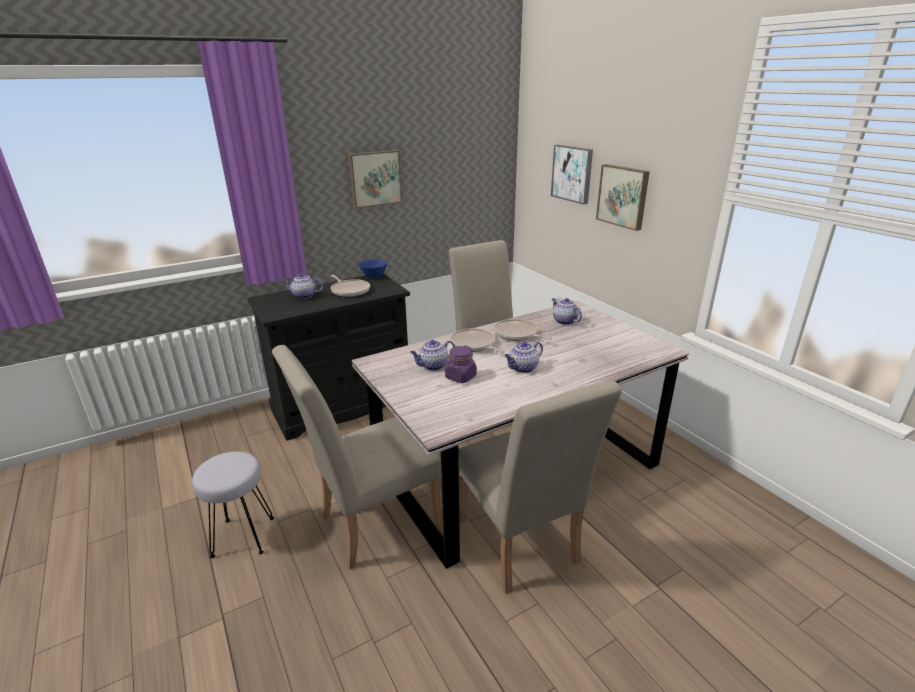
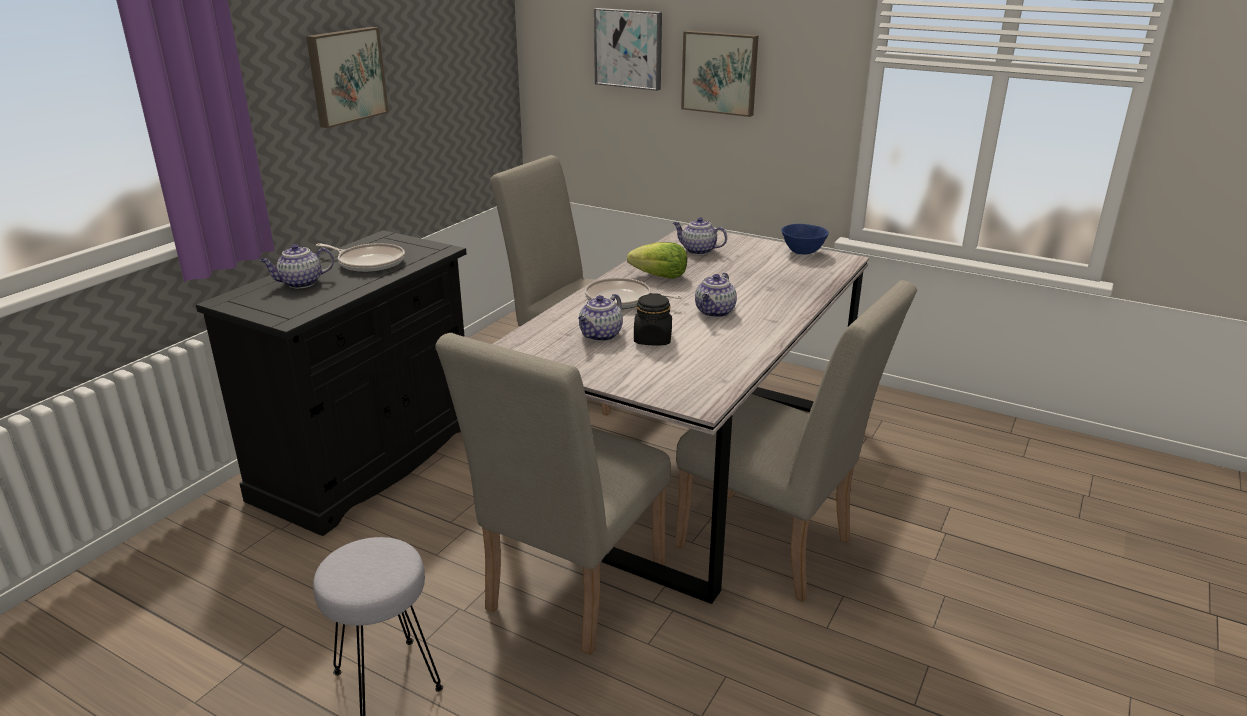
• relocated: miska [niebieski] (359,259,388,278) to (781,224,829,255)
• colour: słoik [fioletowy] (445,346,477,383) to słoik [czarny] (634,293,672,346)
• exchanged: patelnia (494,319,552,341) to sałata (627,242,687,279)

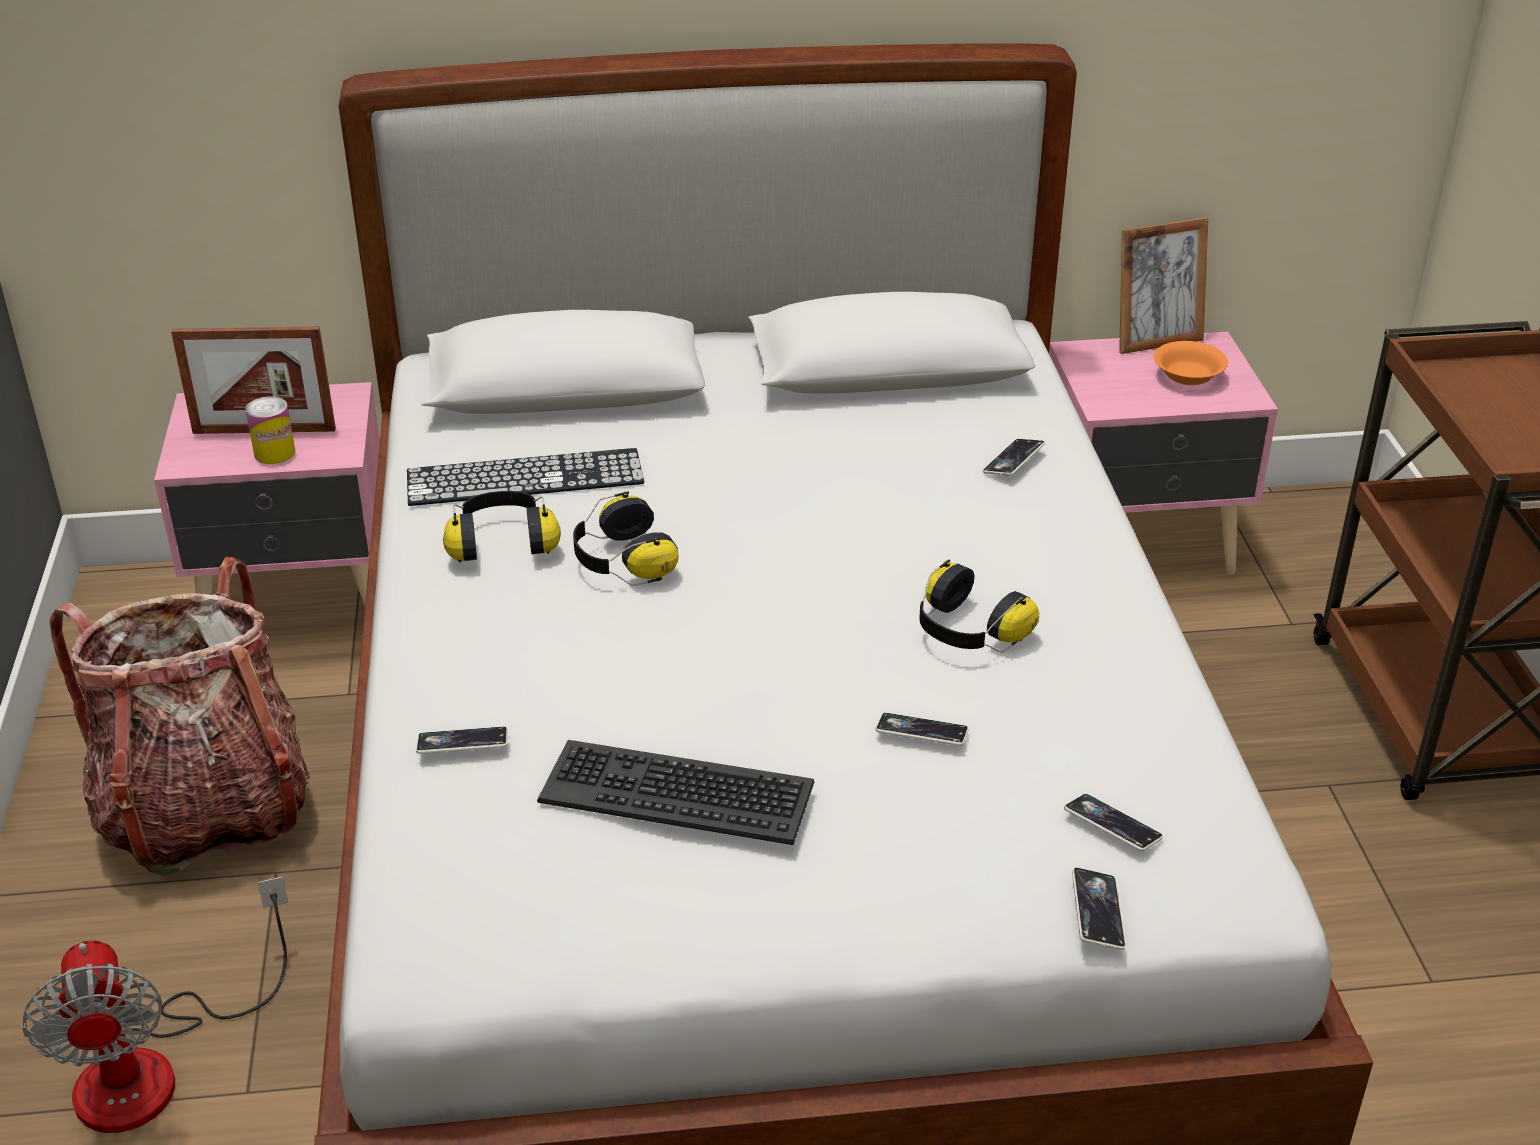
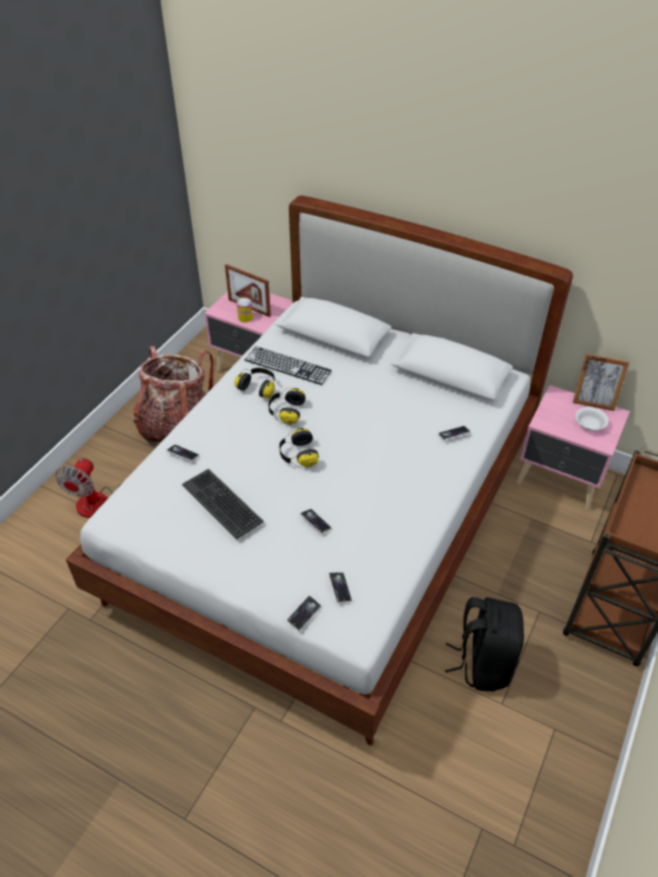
• relocated: słuchawki (919,560,1039,653) to (279,428,319,468)
• colour: miska [pomarańczowy] (1154,341,1228,385) to miska [biały] (575,407,609,431)
• appeared: plecak [czarny] (445,597,524,691)

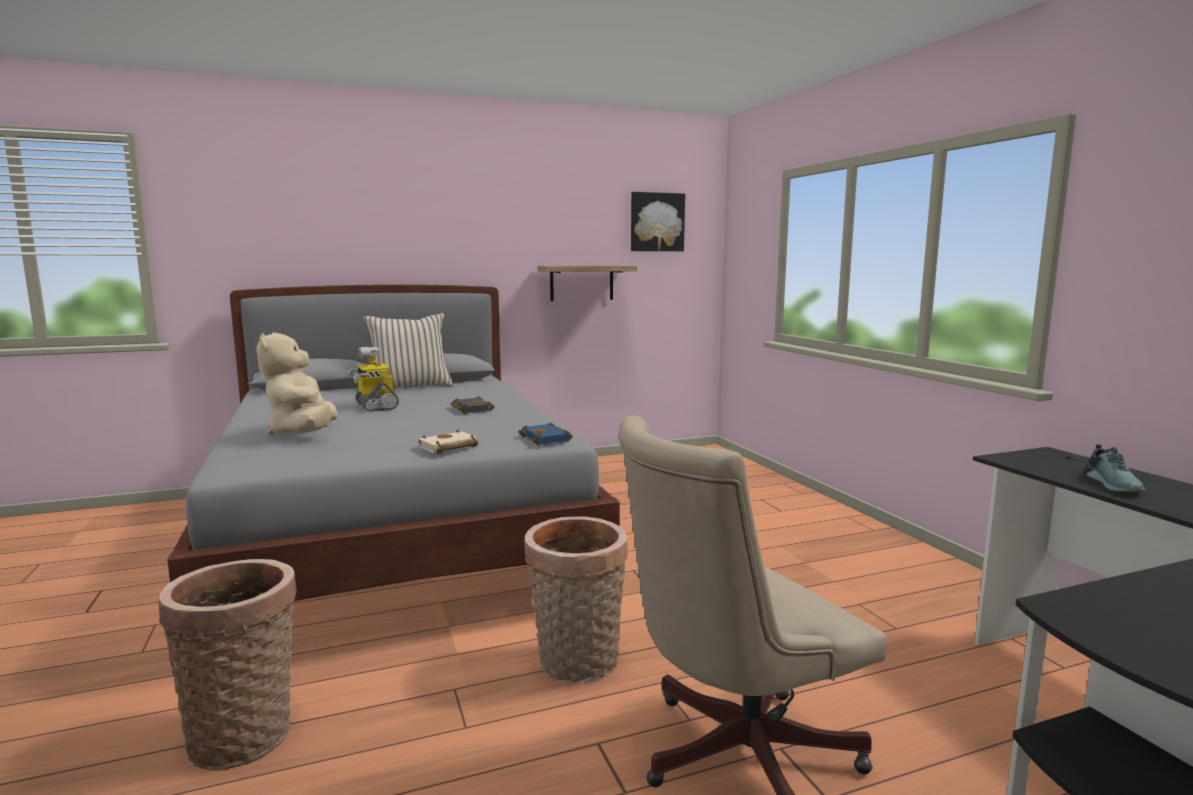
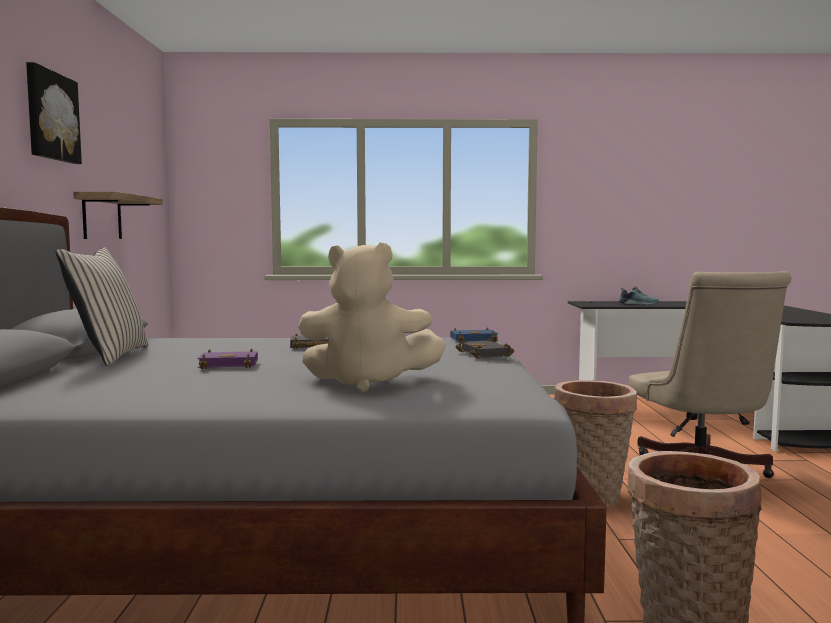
• exchanged: robot zabawkowy (347,347,399,412) to książka [fioletowy] (198,348,258,369)
• colour: książka [beżowy] (419,430,479,454) to książka [czarny] (456,338,514,359)
• relocated: obraz (631,192,685,251) to (26,62,82,164)

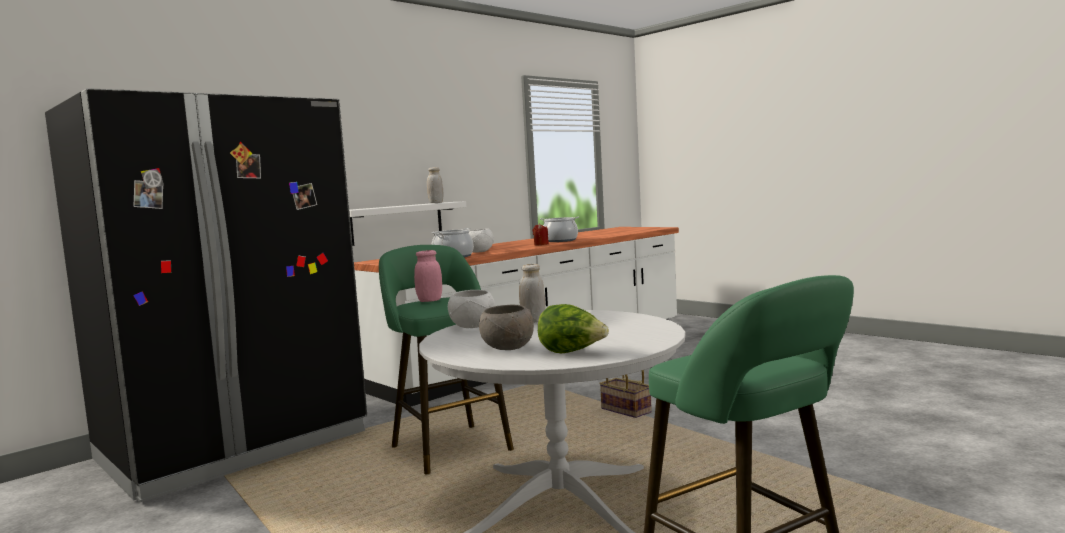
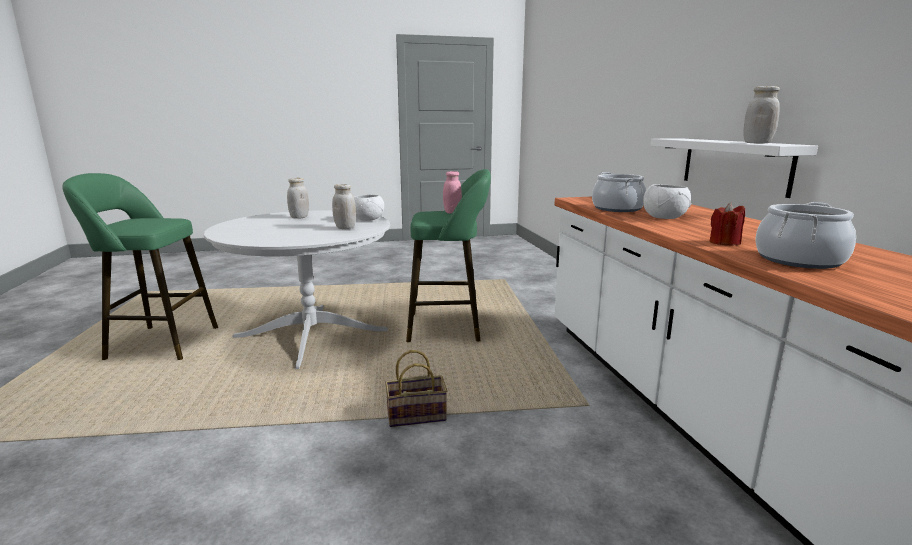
• missing: lodówka [czarny] (45,88,367,502)
• exchanged: miska [szary] (479,305,534,350) to słoik [biały] (287,178,309,219)
• missing: sałata (538,304,609,354)

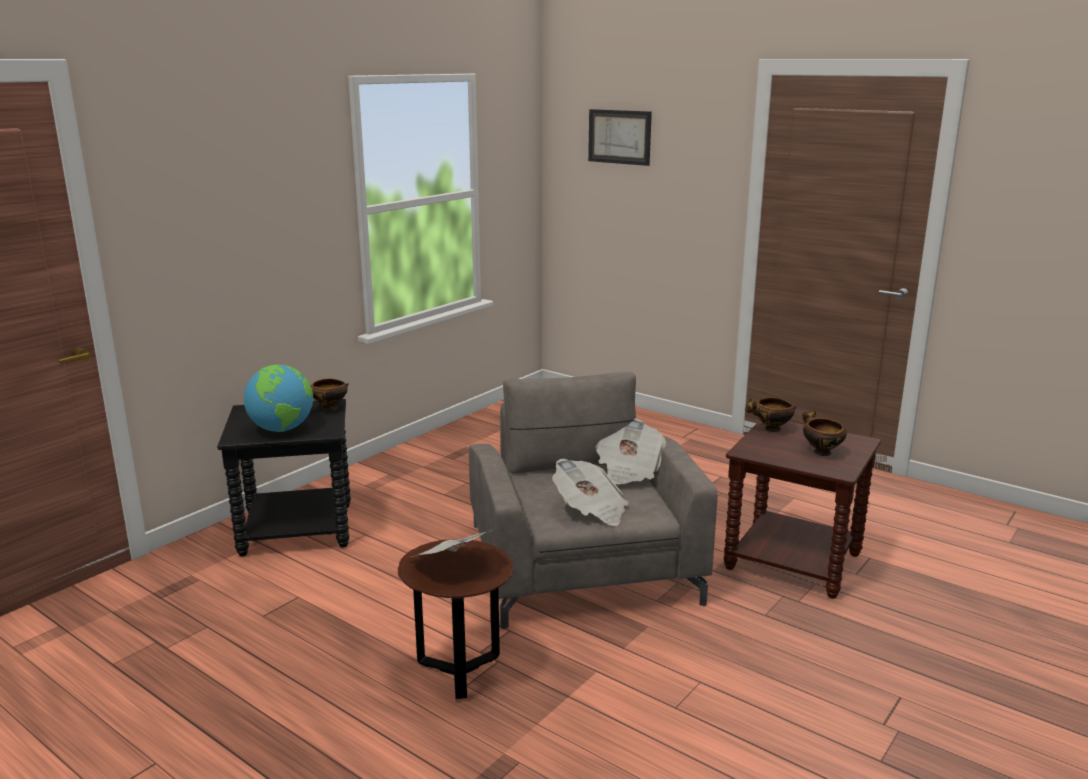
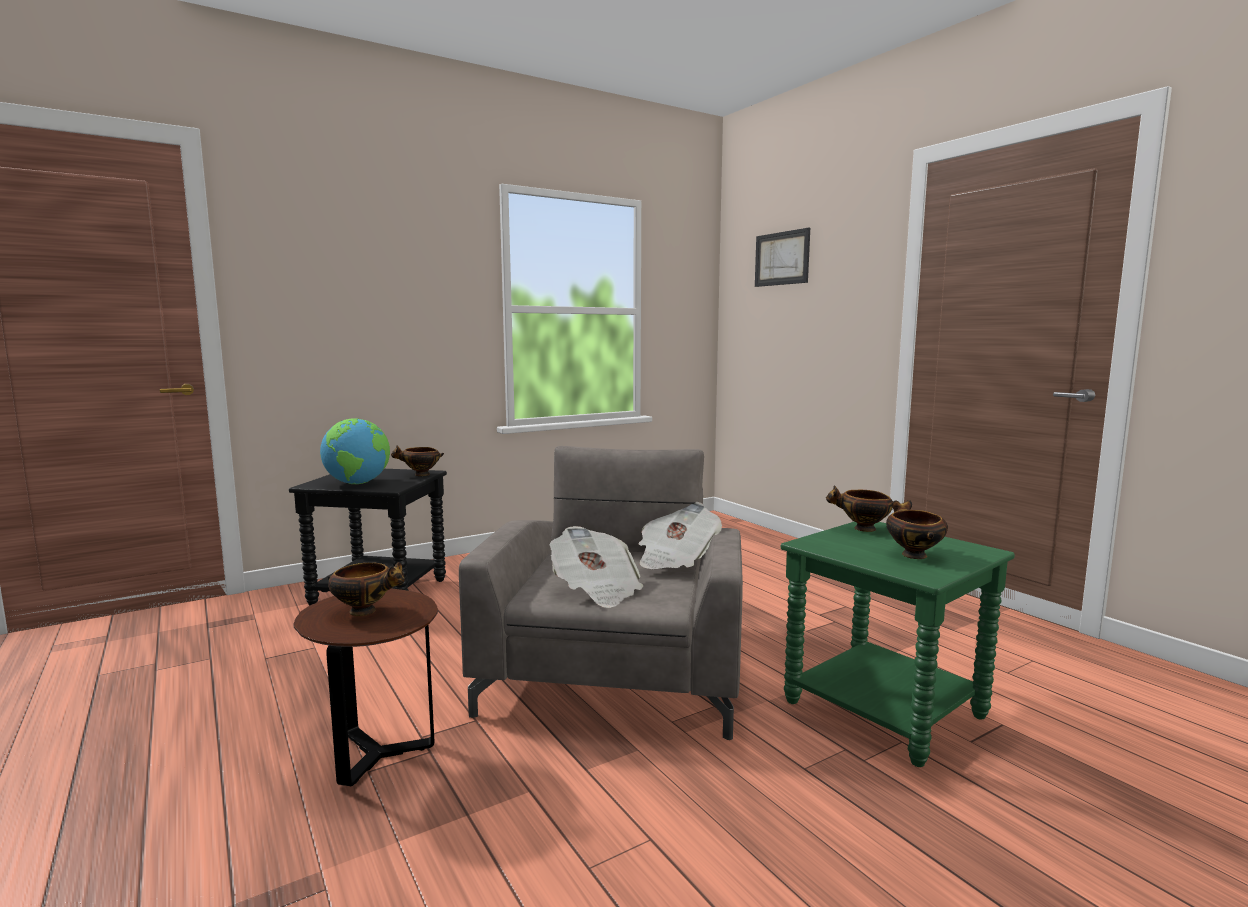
• exchanged: gazeta (411,530,493,557) to miska (327,562,405,616)
• colour: stolik [brązowy] (723,420,881,599) to stolik [zielony] (781,521,1015,767)

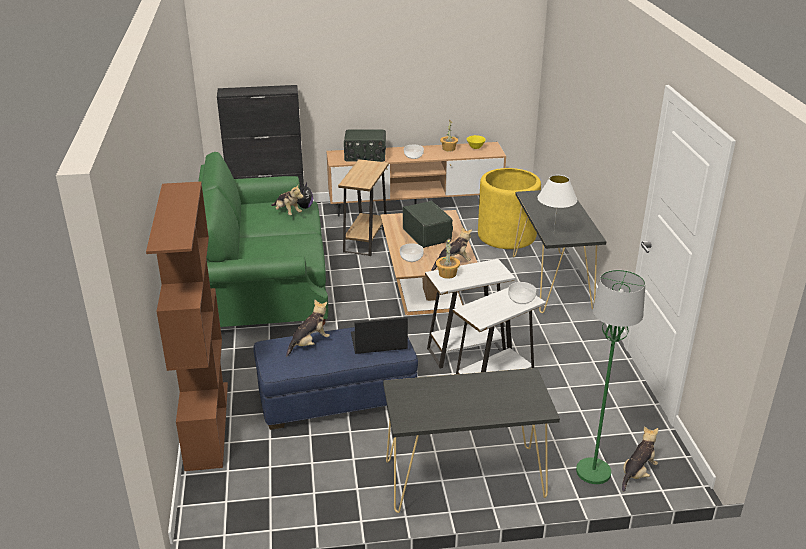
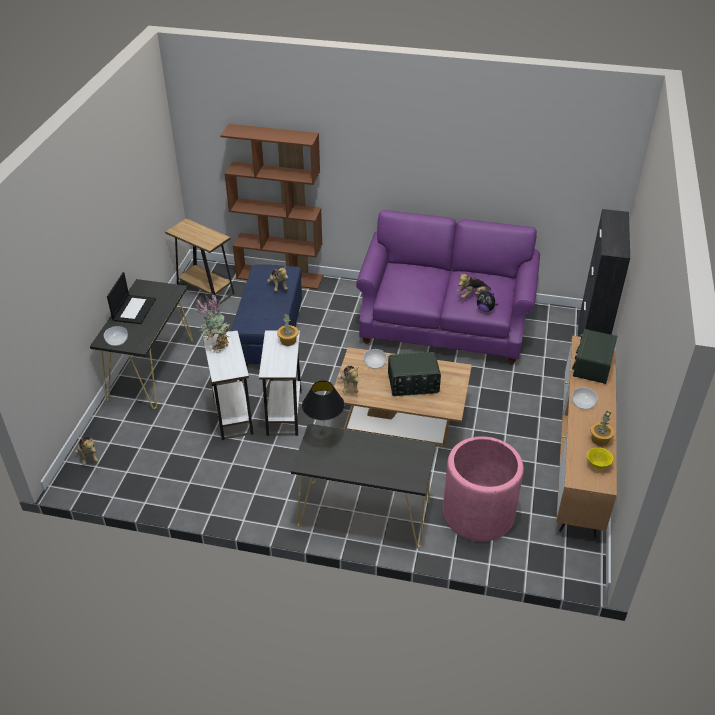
• colour: kanapa [zielony] (198,152,328,327) to kanapa [fioletowy] (356,210,540,364)
• relocated: stolik [brązowy] (338,159,389,256) to (165,218,235,305)
• relocated: laptop (351,317,408,354) to (107,272,156,324)
• colour: donica [żółty] (478,168,541,249) to donica [różowy] (443,436,524,541)
• relocated: miska (508,282,536,304) to (104,326,128,346)
• colour: lampa stołowa [biały] (537,175,577,235) to lampa stołowa [czarny] (302,381,345,436)
• missing: lampa stojąca [zielony] (576,270,645,484)
• appeared: roślina doniczkowa (195,293,230,353)

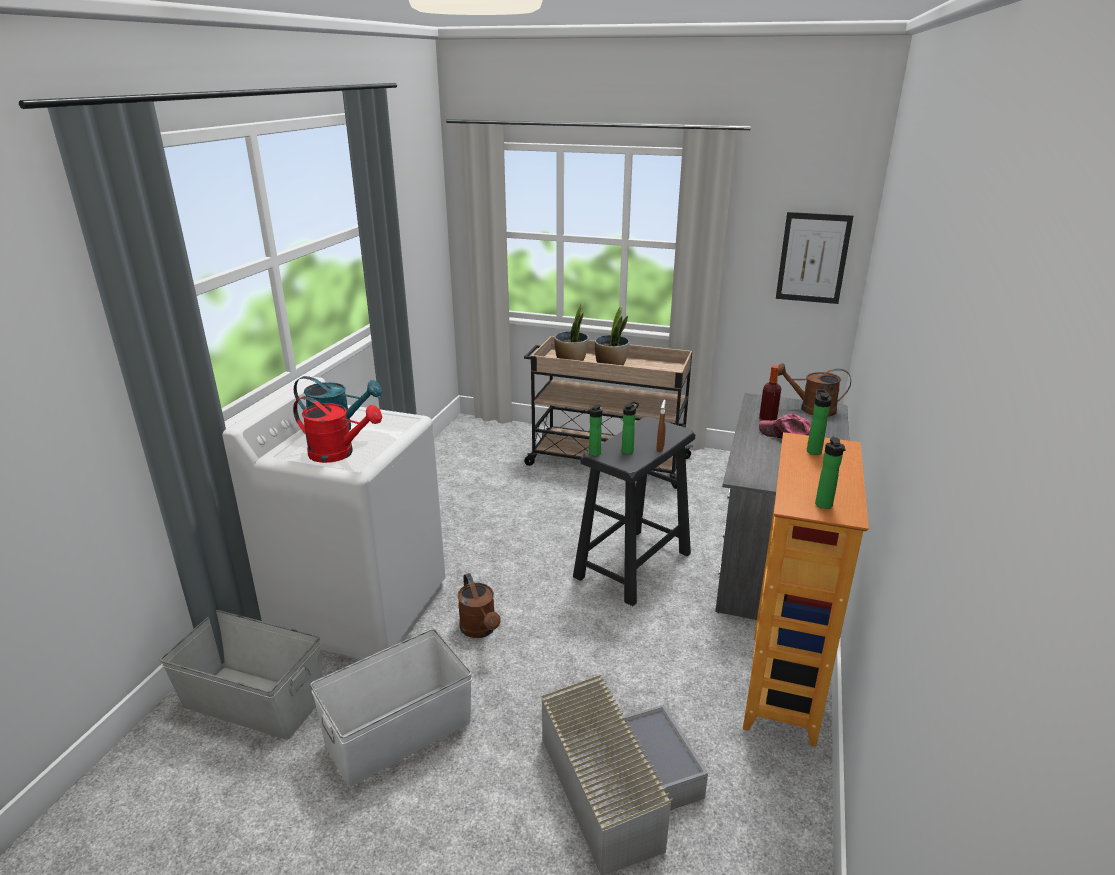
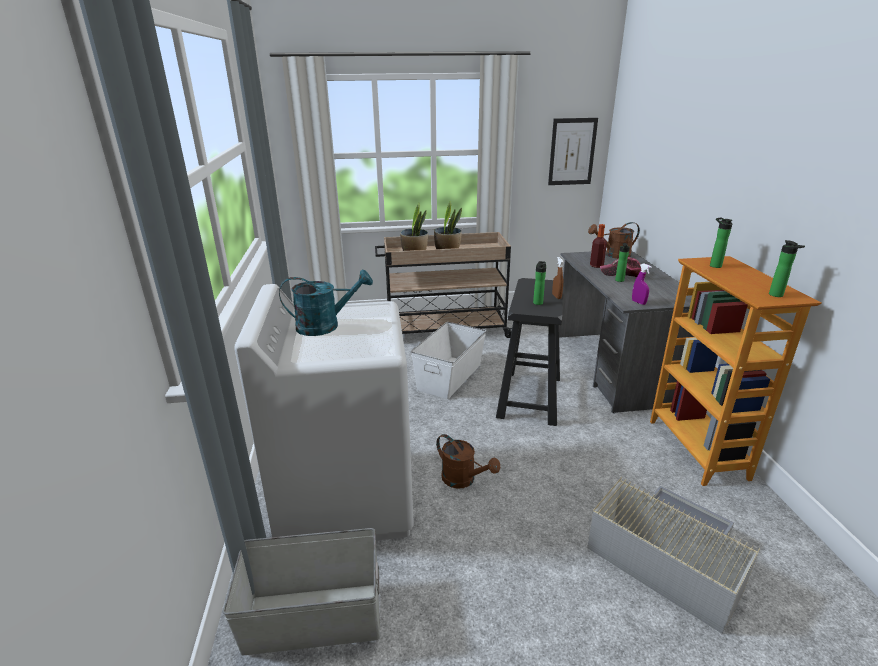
• missing: konewka [czerwony] (293,396,382,463)
• relocated: pojemnik do przechowywania [biały] (310,629,472,787) to (411,322,486,399)
• relocated: butelka (587,404,602,456) to (615,243,630,282)
• appeared: spryskiwacz [fioletowy] (632,263,652,305)

